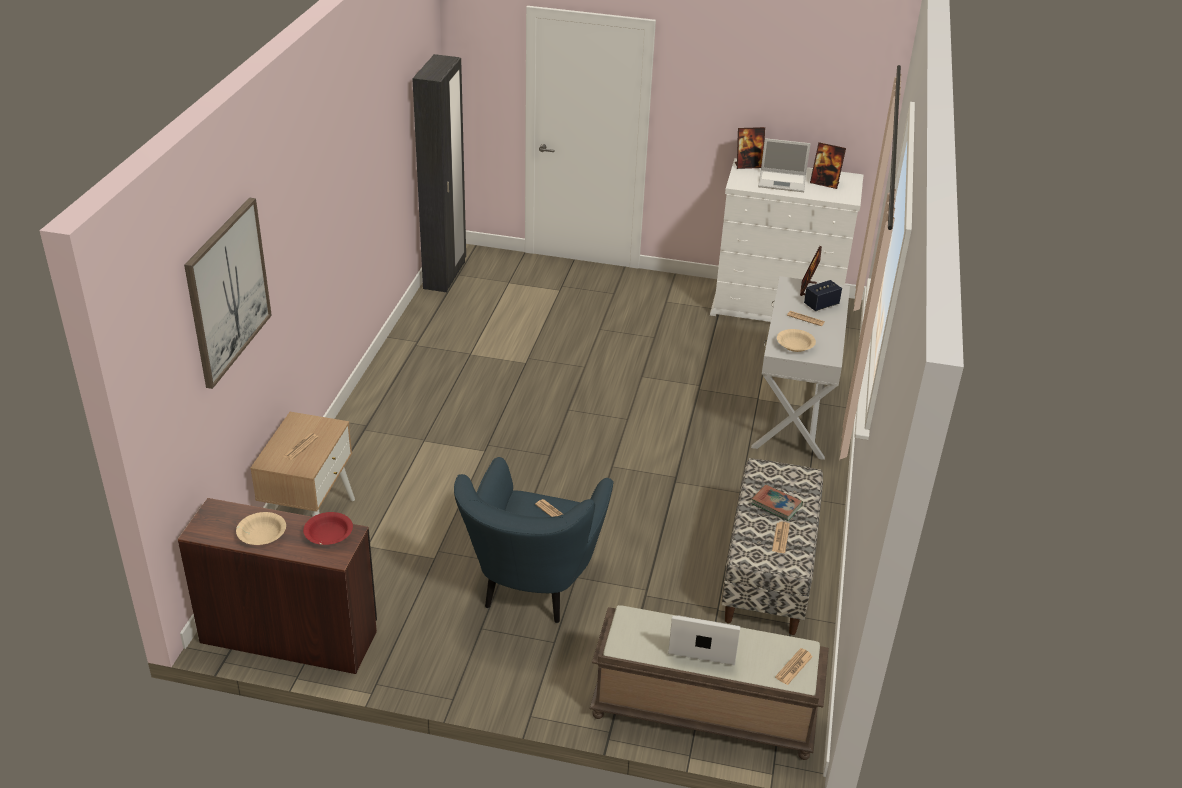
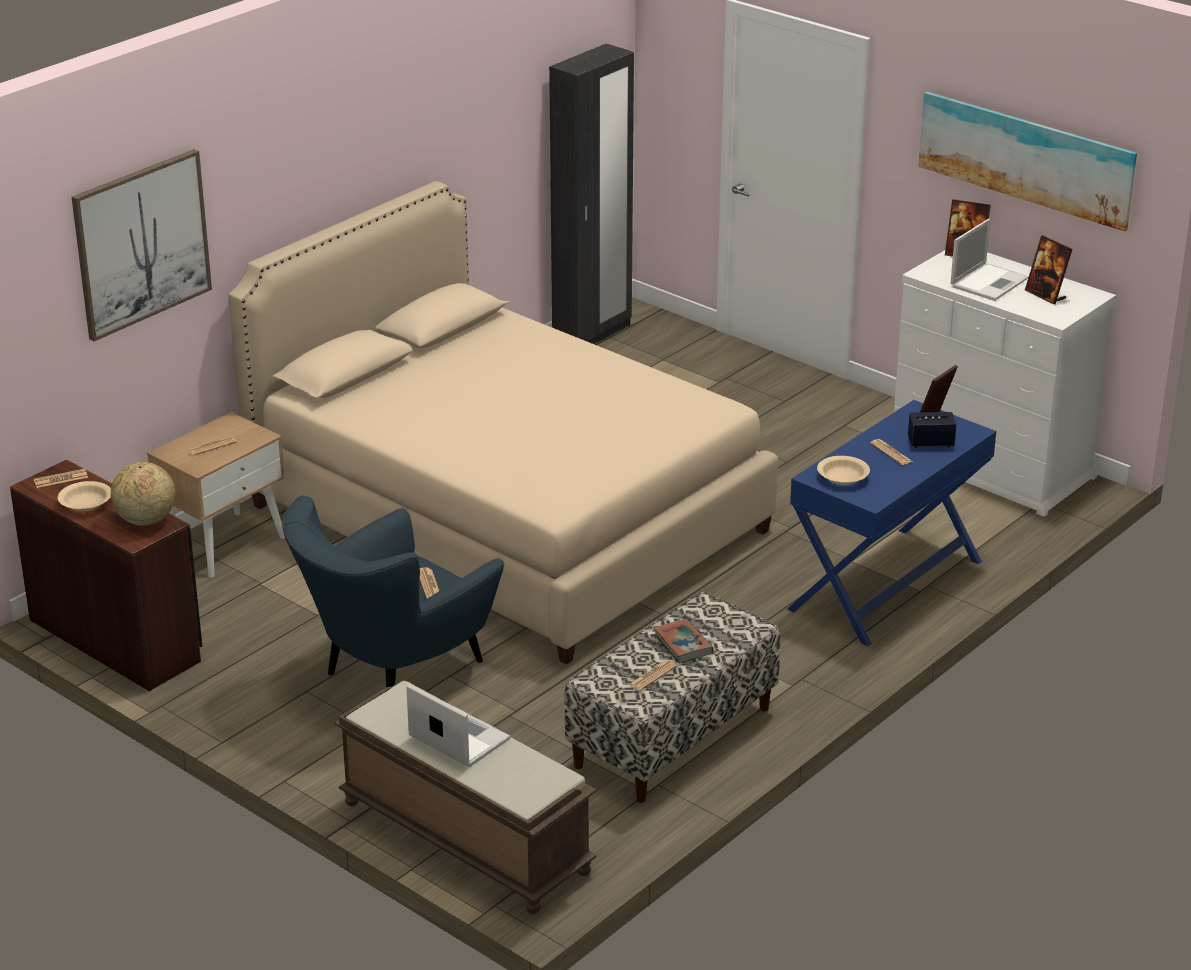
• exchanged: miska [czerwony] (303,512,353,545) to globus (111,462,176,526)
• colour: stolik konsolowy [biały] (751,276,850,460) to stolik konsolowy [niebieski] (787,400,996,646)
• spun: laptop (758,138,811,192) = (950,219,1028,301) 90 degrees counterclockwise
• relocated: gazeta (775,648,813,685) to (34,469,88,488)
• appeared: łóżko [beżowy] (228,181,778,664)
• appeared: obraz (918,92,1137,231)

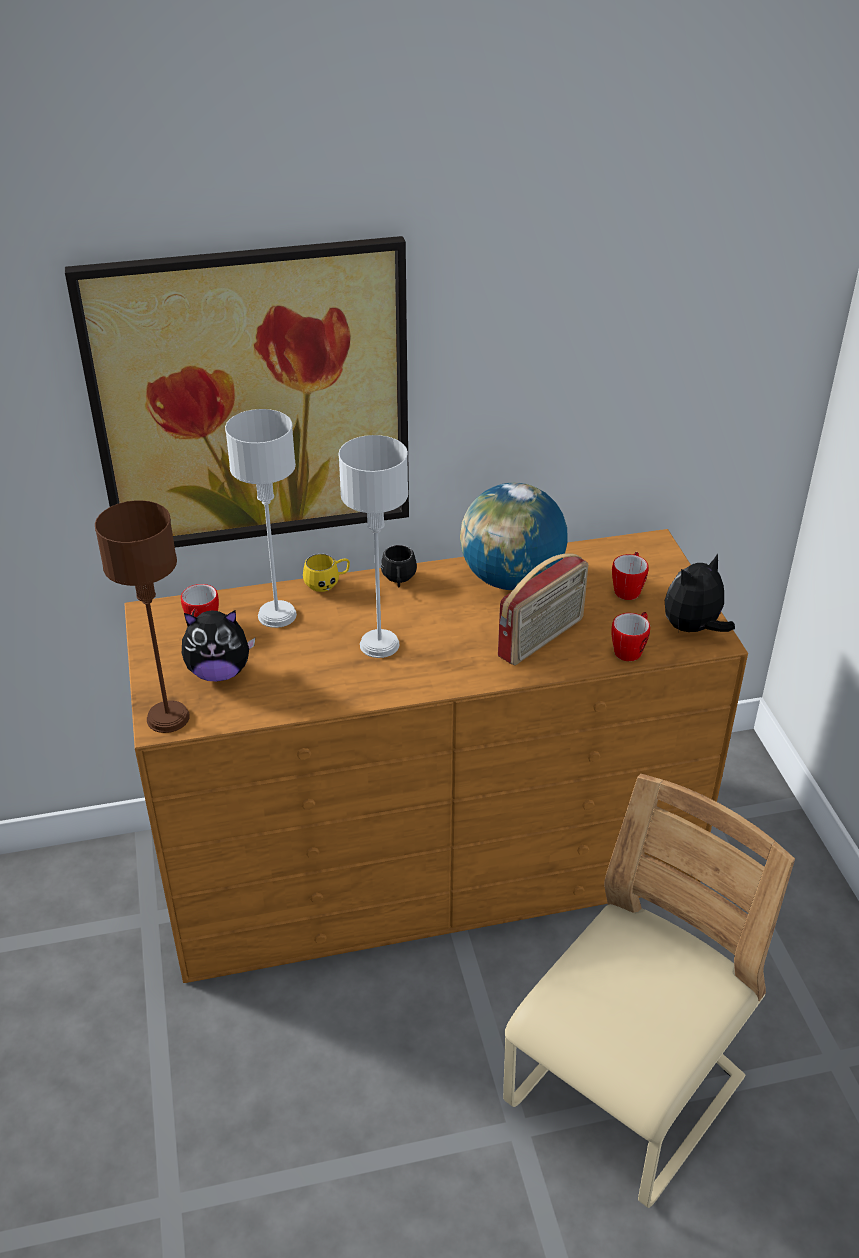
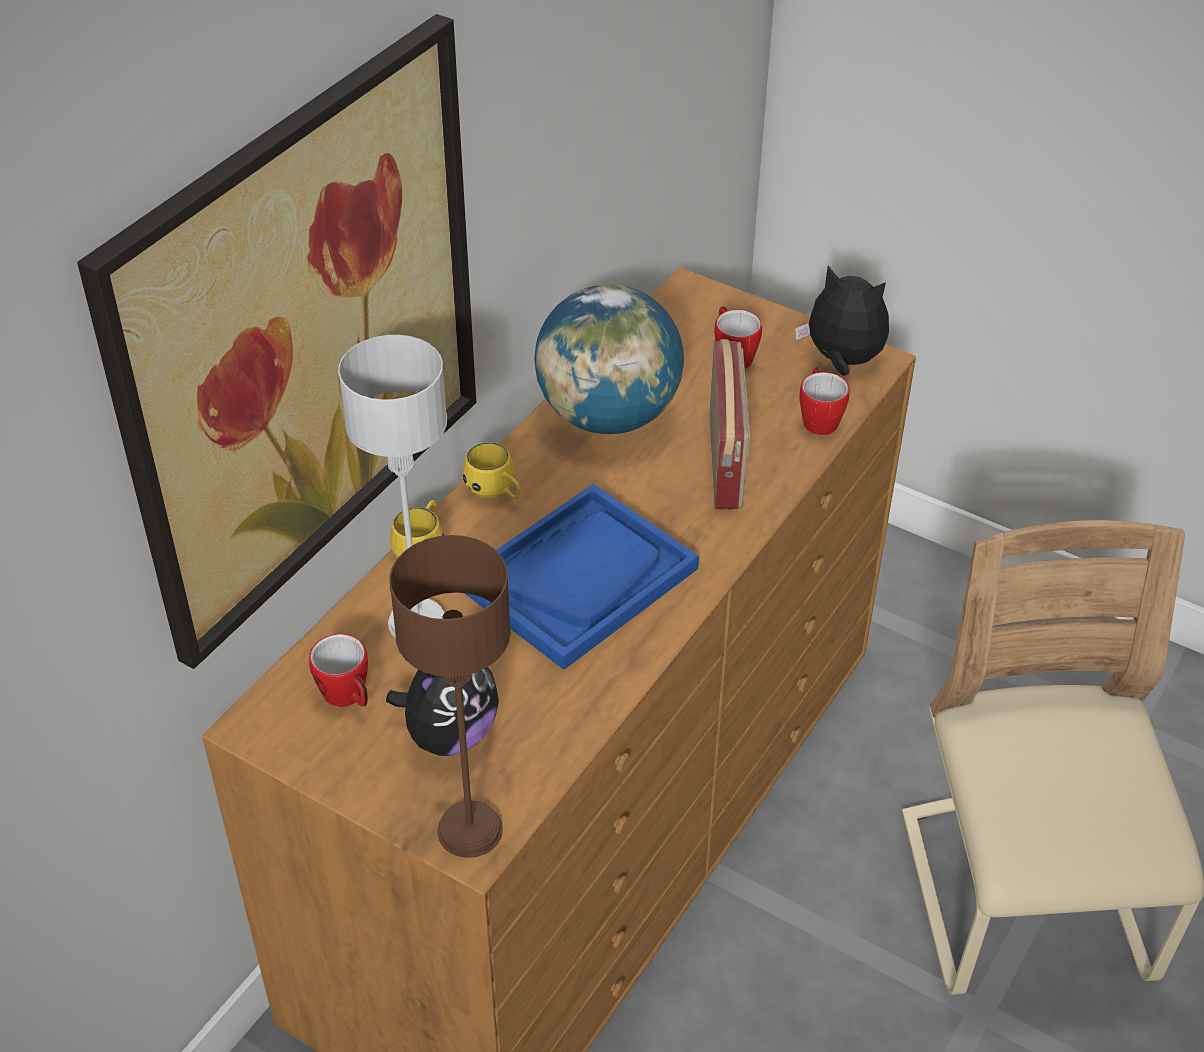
• exchanged: lampa stołowa [szary] (338,435,408,658) to taca [niebieski] (464,484,699,670)
• colour: kubek [czarny] (381,545,417,587) to kubek [żółty] (462,442,521,499)
• spun: pluszak (665,554,735,632) = (795,265,889,375) 105 degrees clockwise

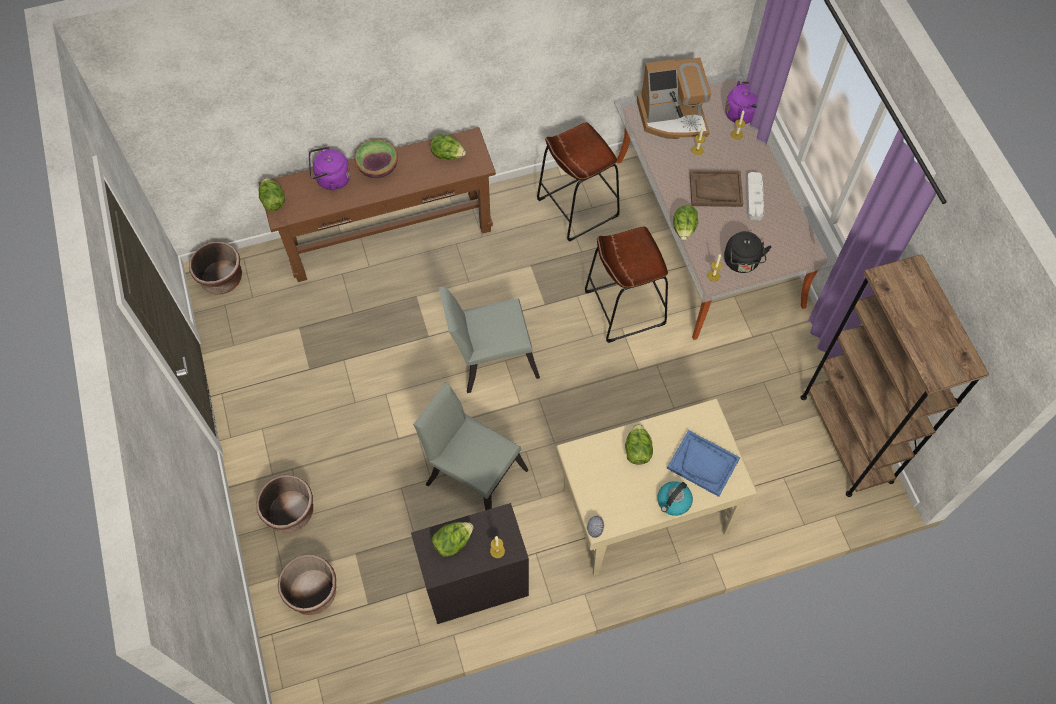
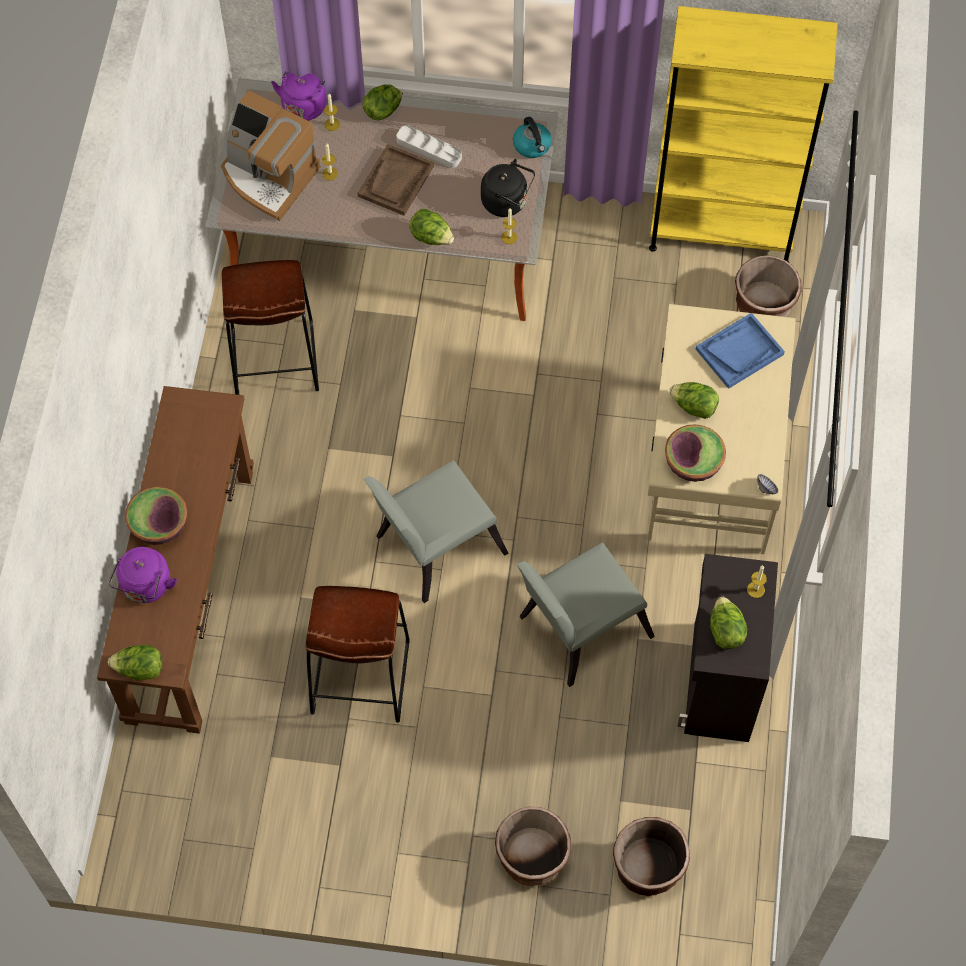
• relocated: donica [brązowy] (189,241,242,295) to (735,255,802,317)
• relocated: sałata (430,134,466,160) to (362,84,403,120)
• spun: krzesło [szary] (439,287,540,393) = (364,460,508,603) 45 degrees clockwise
• relocated: stołek [brązowy] (585,227,668,343) to (305,586,409,722)
• spun: ekspres do kawy (637,58,711,139) = (221,90,320,221) 105 degrees clockwise
• relocated: czajnik (658,481,693,516) to (513,117,552,158)
• colour: regał [brązowy] (801,254,989,497) to regał [żółty] (649,6,838,262)
• appeared: miska (665,425,726,482)

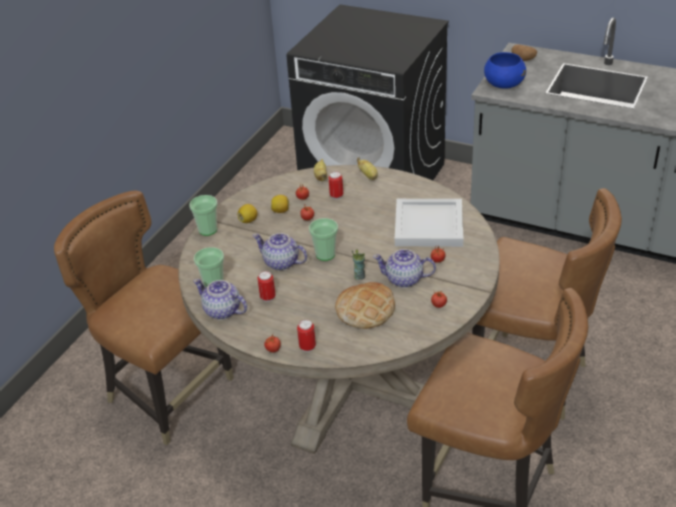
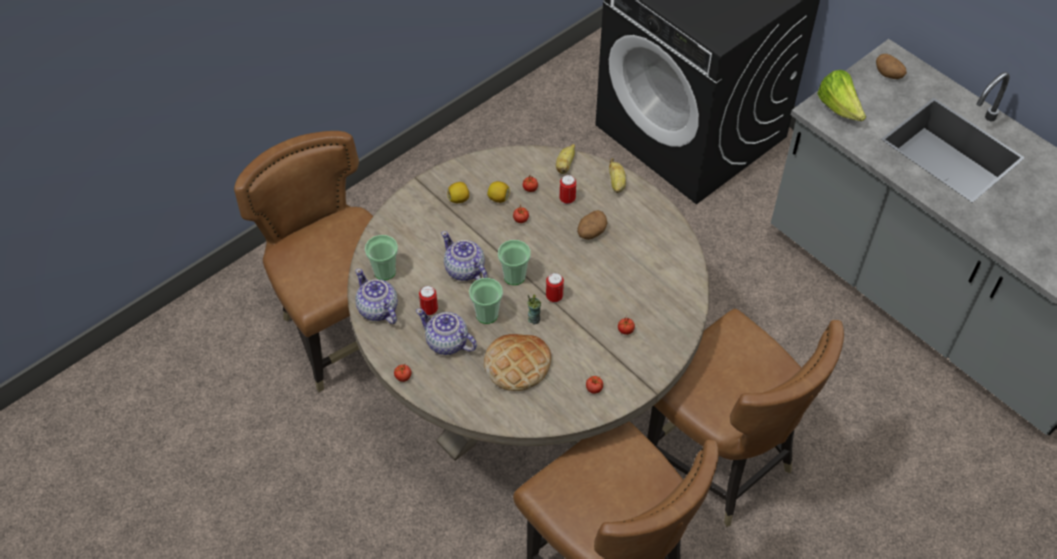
• relocated: filiżanka (189,195,217,236) to (469,278,503,324)
• relocated: puszka (297,320,316,352) to (546,273,564,303)
• relocated: imbryk (373,249,436,288) to (416,309,477,355)
• missing: taca [biały] (395,199,463,247)
• exchanged: miska [niebieski] (484,52,526,88) to sałata (817,70,866,121)
• appeared: ziemniak (577,210,607,240)

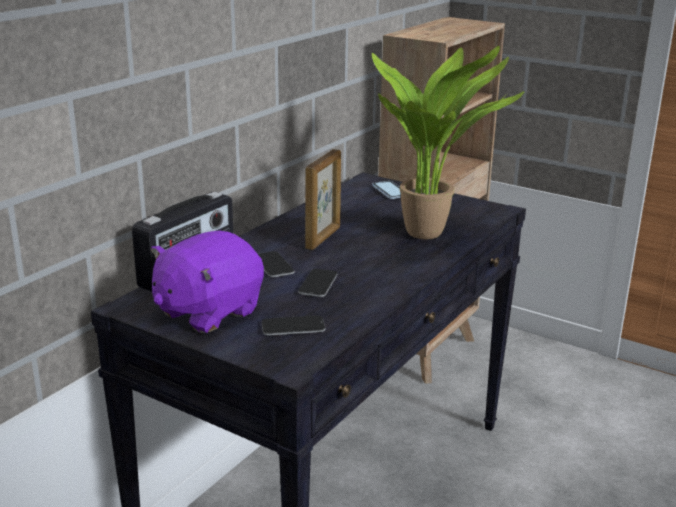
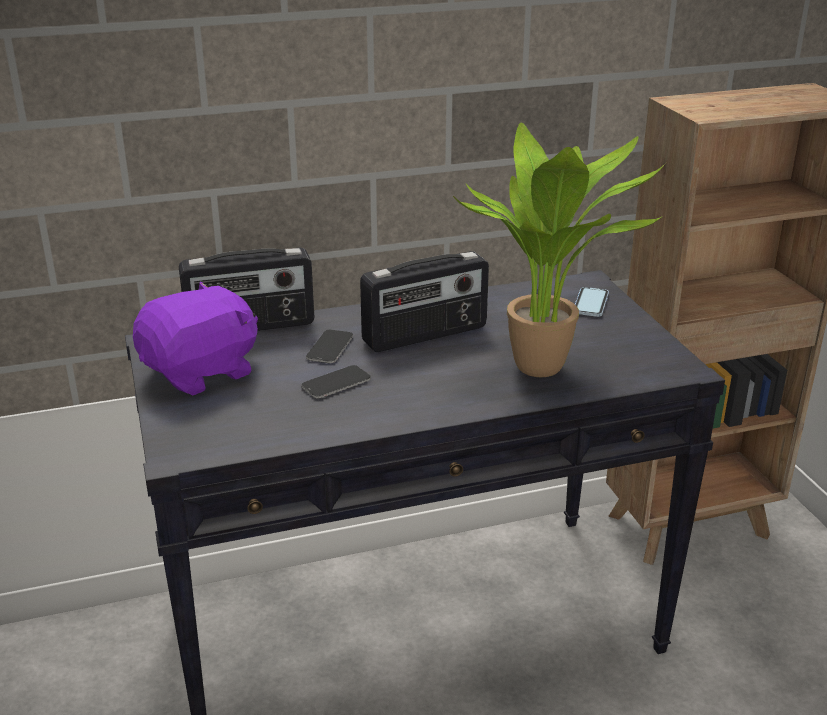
• spun: pluszak [fioletowy] (151,230,264,333) = (133,281,258,395) 150 degrees clockwise
• missing: telefon (261,315,326,336)
• exchanged: ramka na zdjęcie (305,149,341,250) to radio (360,251,489,352)

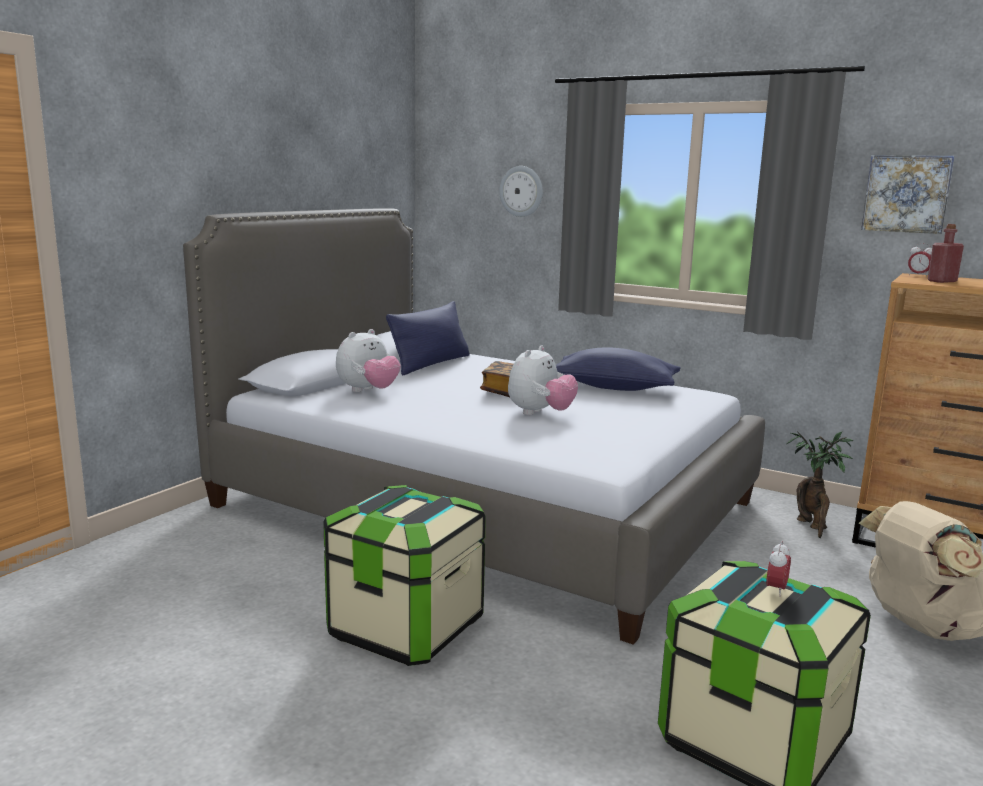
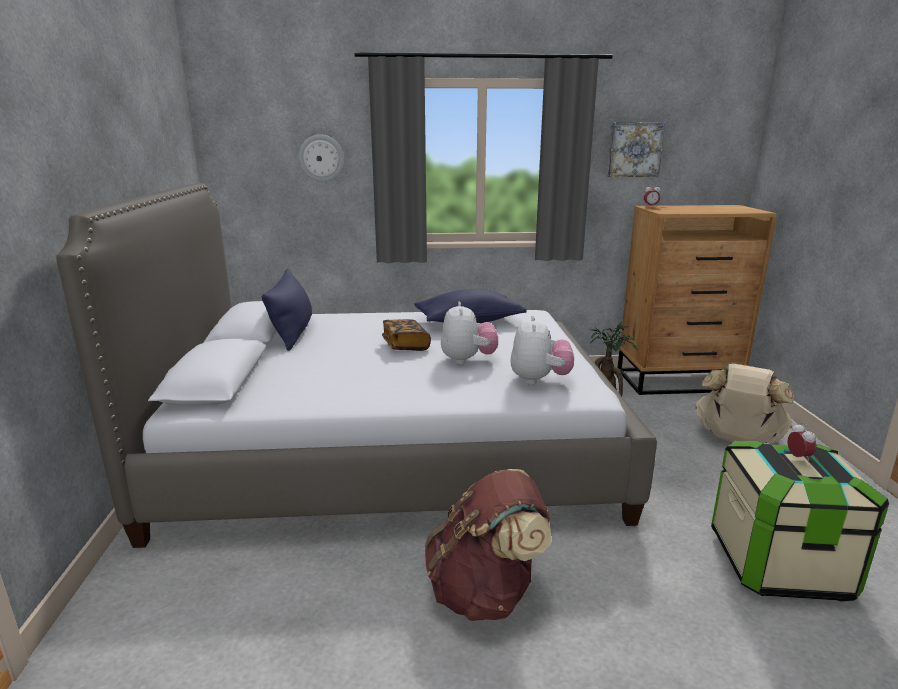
• exchanged: pojemnik do przechowywania (323,485,486,666) to plecak [brązowy] (425,469,551,621)
• relocated: pluszak (336,329,401,392) to (510,316,574,385)
• missing: butelka [czerwony] (928,224,964,283)

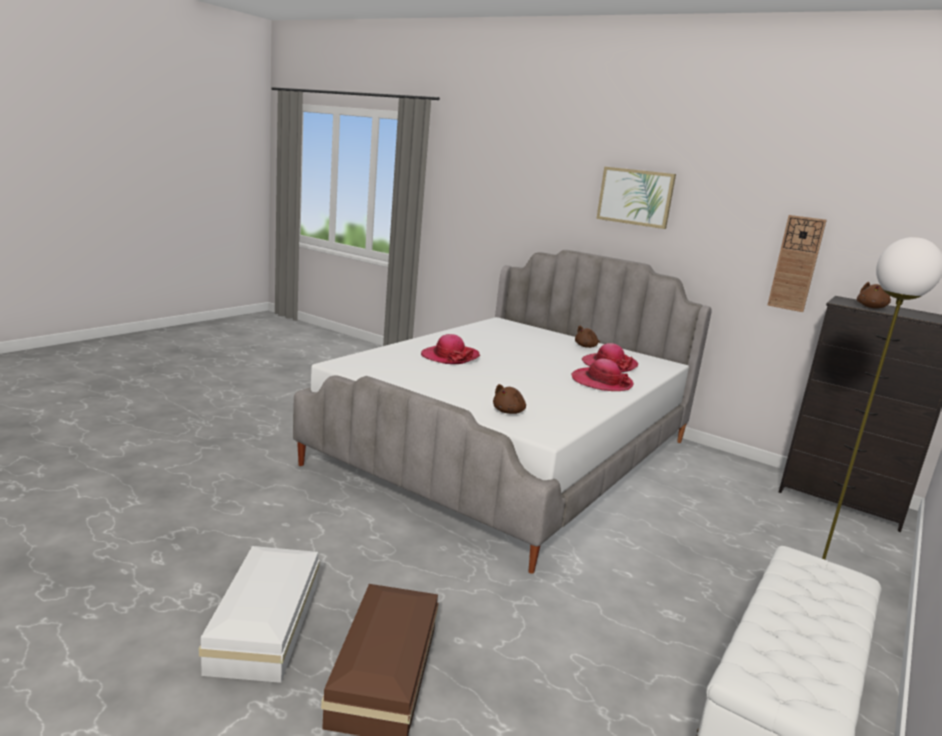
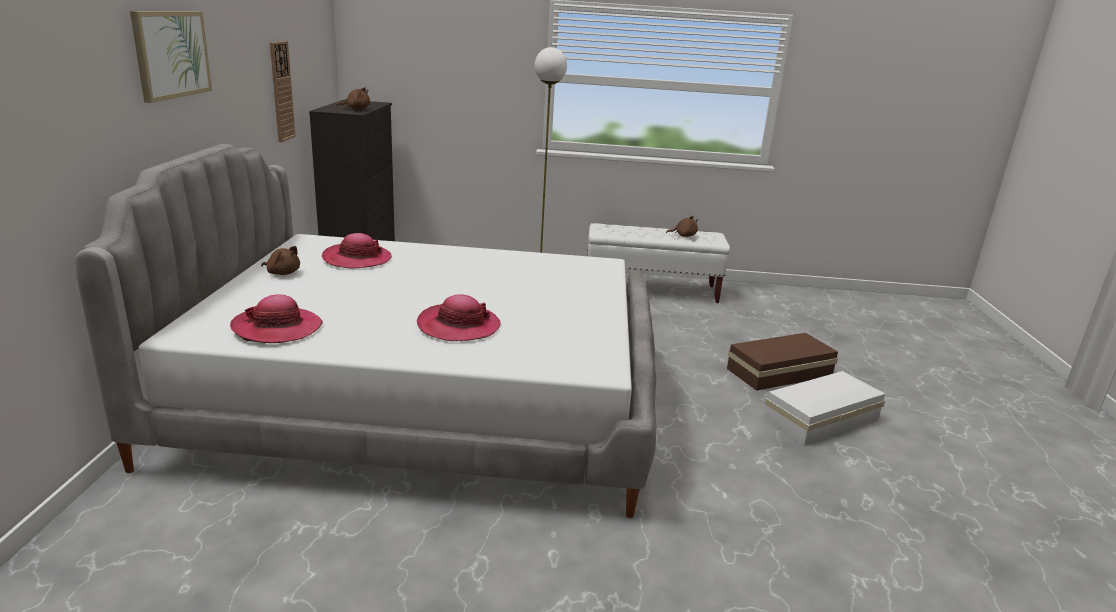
• relocated: pluszak [brązowy] (493,384,526,414) to (666,216,698,237)
• relocated: kapelusz (572,359,634,391) to (230,294,323,343)

